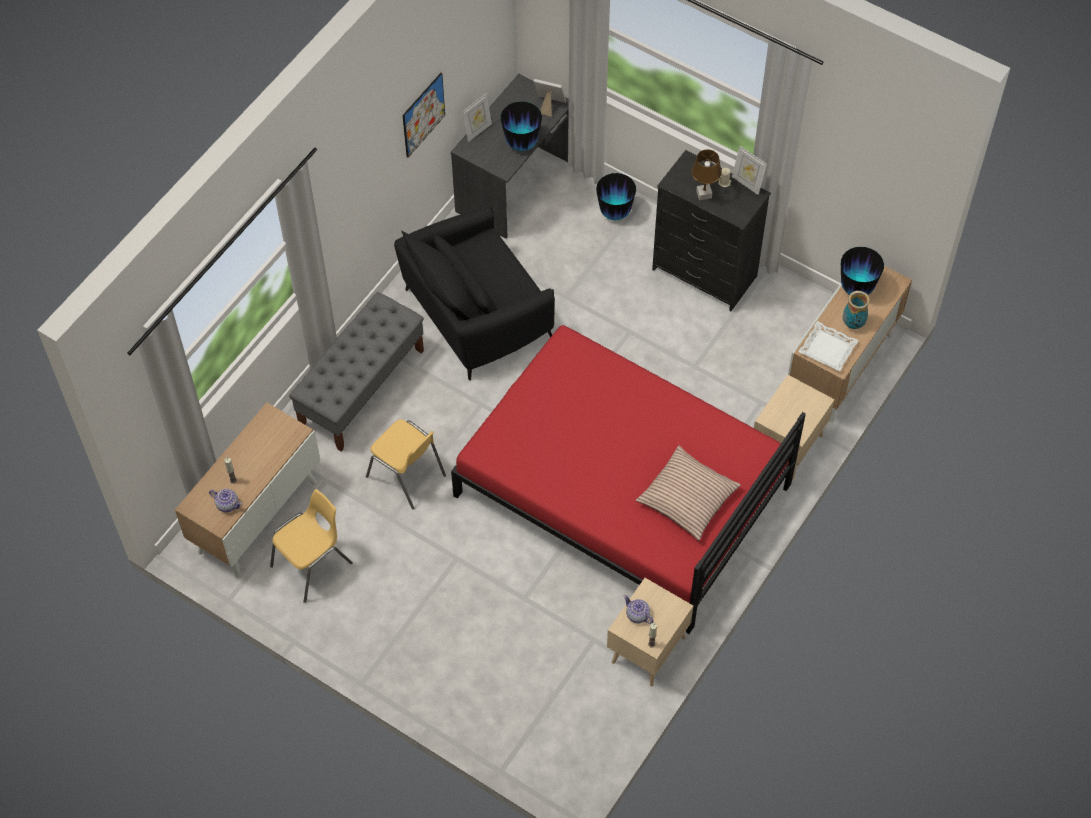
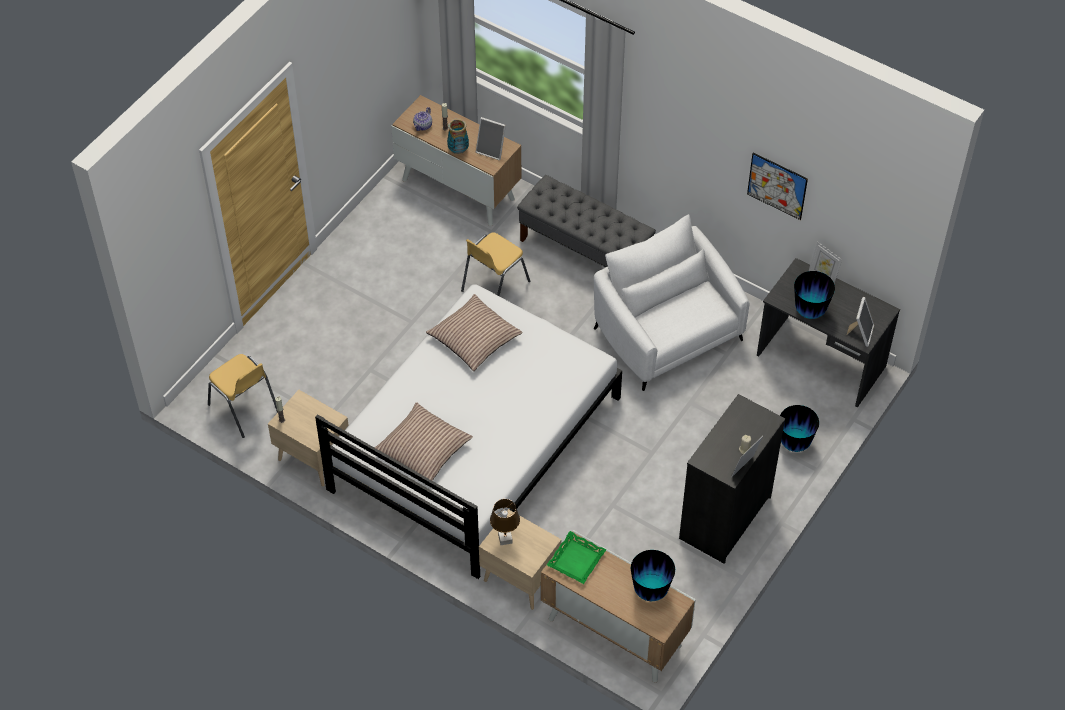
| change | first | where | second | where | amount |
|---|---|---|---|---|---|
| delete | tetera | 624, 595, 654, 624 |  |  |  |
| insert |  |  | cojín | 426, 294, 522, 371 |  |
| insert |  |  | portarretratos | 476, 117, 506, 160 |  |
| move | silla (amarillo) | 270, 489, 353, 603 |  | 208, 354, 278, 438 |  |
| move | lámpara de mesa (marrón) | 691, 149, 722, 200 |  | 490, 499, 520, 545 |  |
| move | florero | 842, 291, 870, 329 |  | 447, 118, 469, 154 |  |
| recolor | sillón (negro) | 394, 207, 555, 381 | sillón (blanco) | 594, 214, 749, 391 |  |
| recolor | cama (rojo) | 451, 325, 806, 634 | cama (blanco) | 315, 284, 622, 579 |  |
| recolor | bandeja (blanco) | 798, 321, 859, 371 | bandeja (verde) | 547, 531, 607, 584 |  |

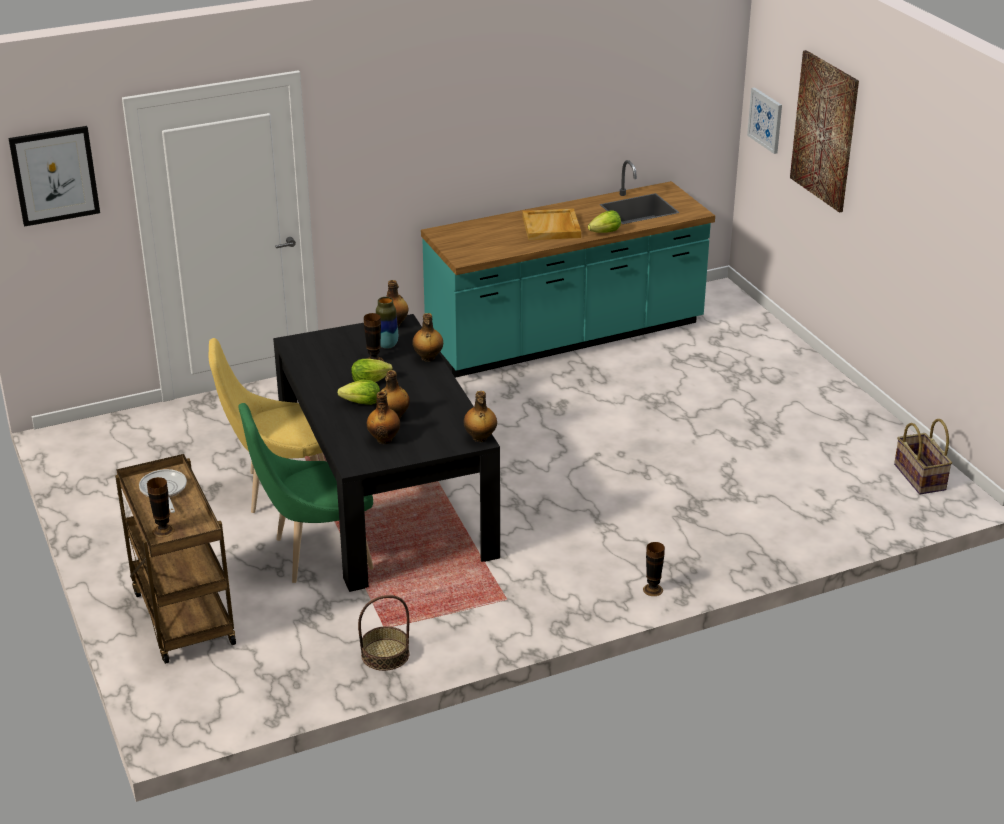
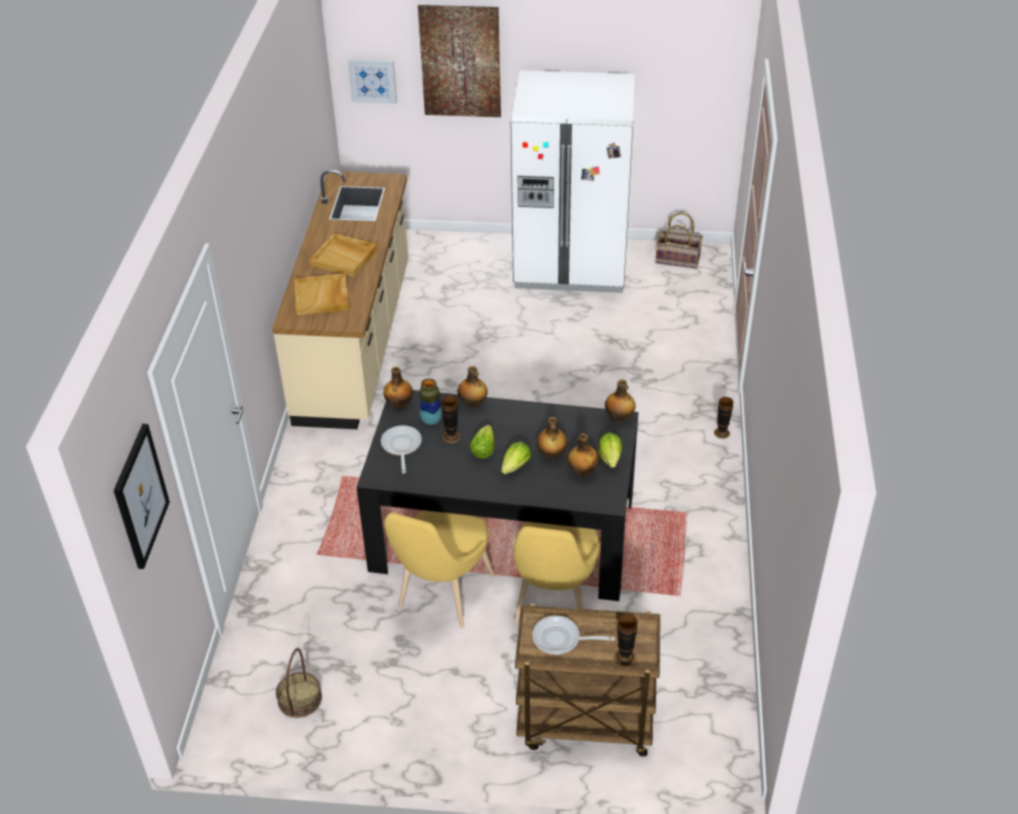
| change | first | where | second | where | amount |
|---|---|---|---|---|---|
| insert |  |  | bandeja (beis) | 294, 273, 349, 315 |  |
| insert |  |  | sartén | 381, 425, 422, 474 |  |
| insert |  |  | nevera (blanco) | 511, 70, 635, 293 |  |
| move | cesta | 358, 595, 410, 671 |  | 276, 648, 322, 718 |  |
| move | lechuga | 588, 210, 621, 233 |  | 598, 433, 622, 468 |  |
| recolor | silla (verde) | 238, 403, 374, 583 | silla (amarillo) | 513, 522, 600, 624 |  |
| recolor | mueble bajo de cocina (turquesa) | 421, 160, 715, 378 | mueble bajo de cocina (beis) | 272, 170, 408, 429 |  |

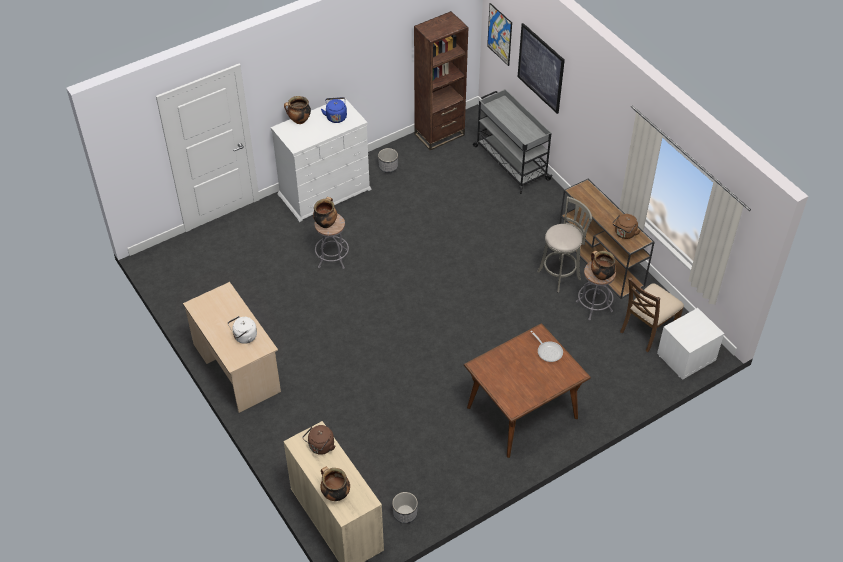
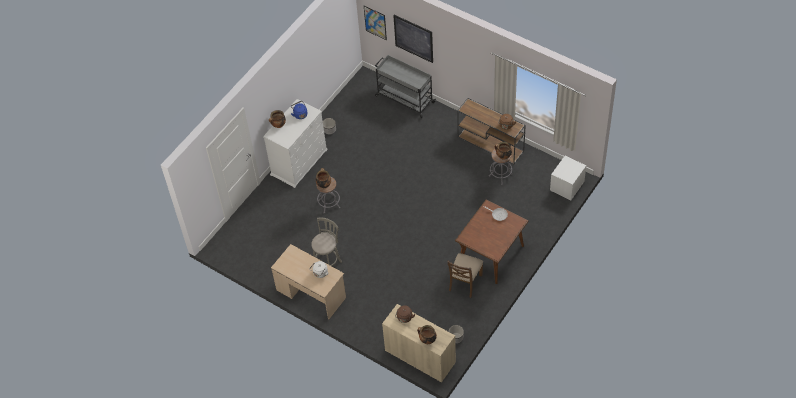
| change | first | where | second | where | amount |
|---|---|---|---|---|---|
| delete | estantería (marrón) | 414, 11, 468, 150 |  |  |  |
| move | taburete (gris) | 537, 196, 592, 293 |  | 311, 217, 342, 266 |  |
| move | silla (marrón) | 620, 277, 684, 352 |  | 447, 253, 483, 298 |  |

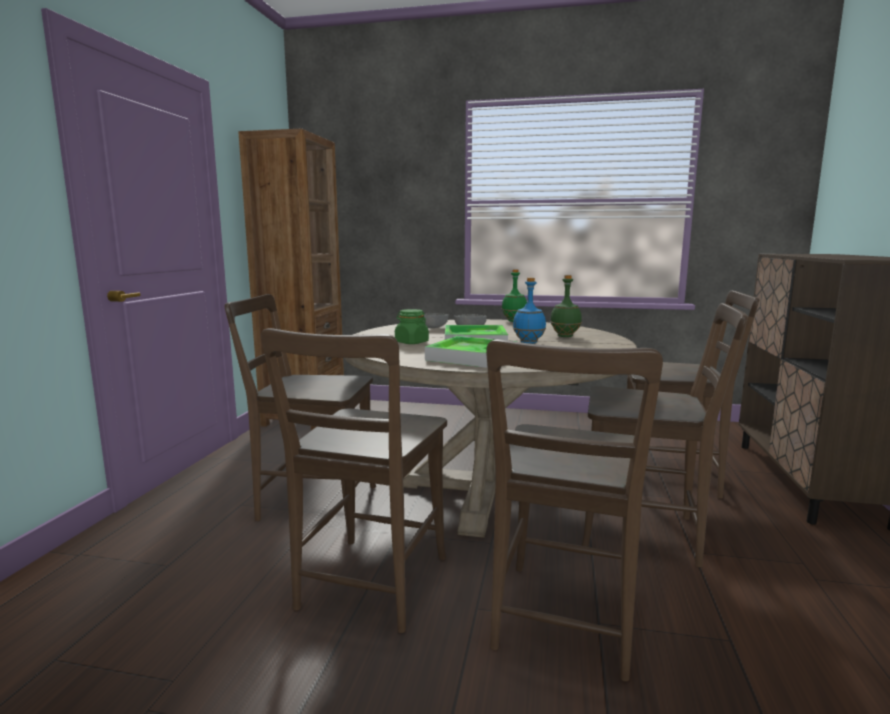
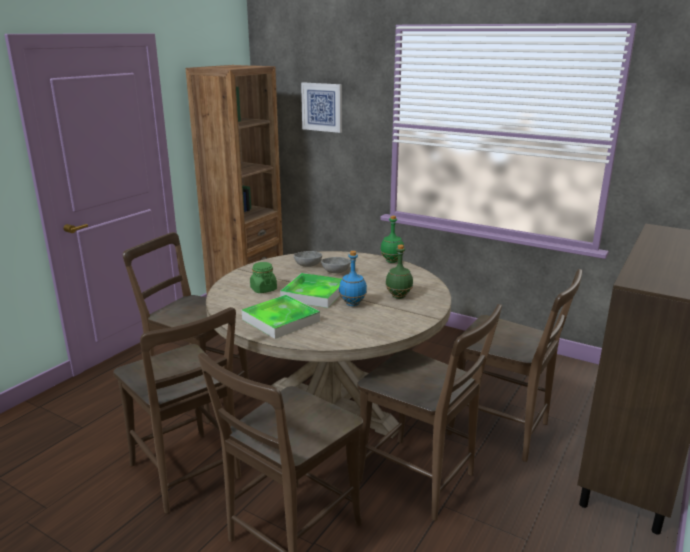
| change | first | where | second | where | amount |
|---|---|---|---|---|---|
| insert |  |  | cuadro | 301, 82, 342, 133 |  |
| rotate | silla (marrón) | 261, 328, 447, 633 |  | 113, 307, 241, 513 | 75 degrees counterclockwise |

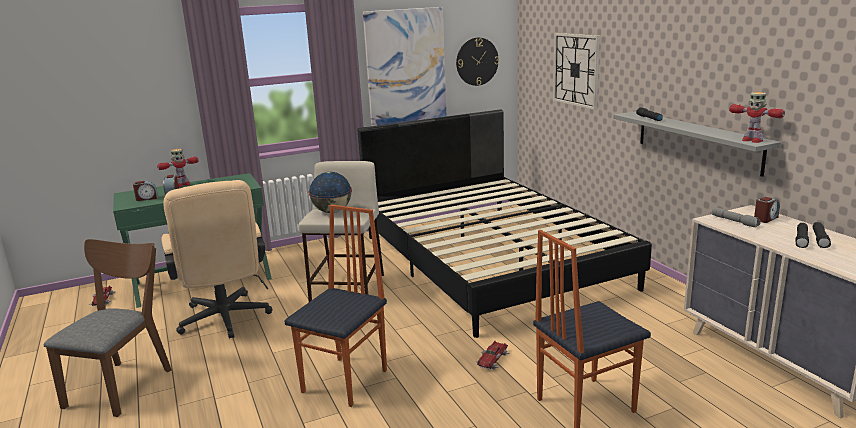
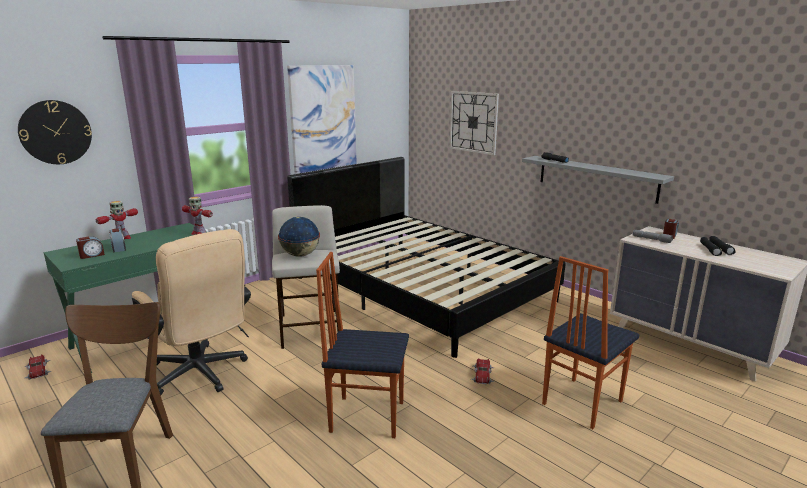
| change | first | where | second | where | amount |
|---|---|---|---|---|---|
| move | reloj de pared | 456, 38, 499, 86 |  | 18, 100, 92, 164 |  |
| move | robot de juguete | 729, 92, 785, 143 |  | 182, 197, 213, 235 |  |
| rotate | silla | 284, 205, 387, 407 |  | 316, 252, 409, 438 | 90 degrees counterclockwise |

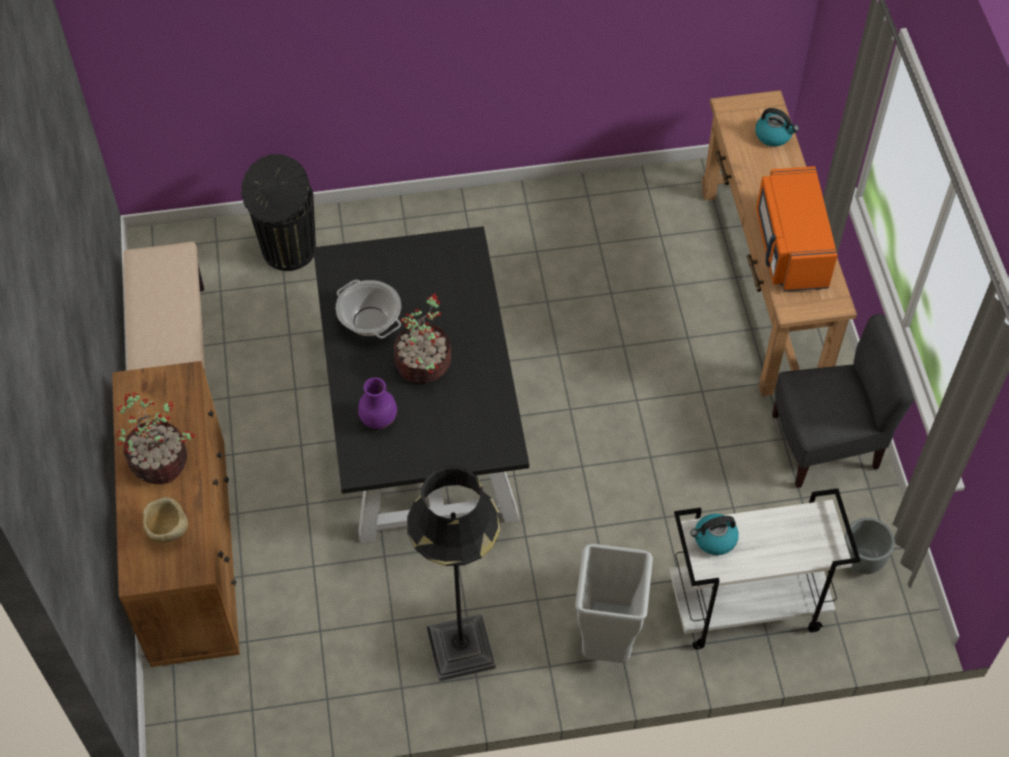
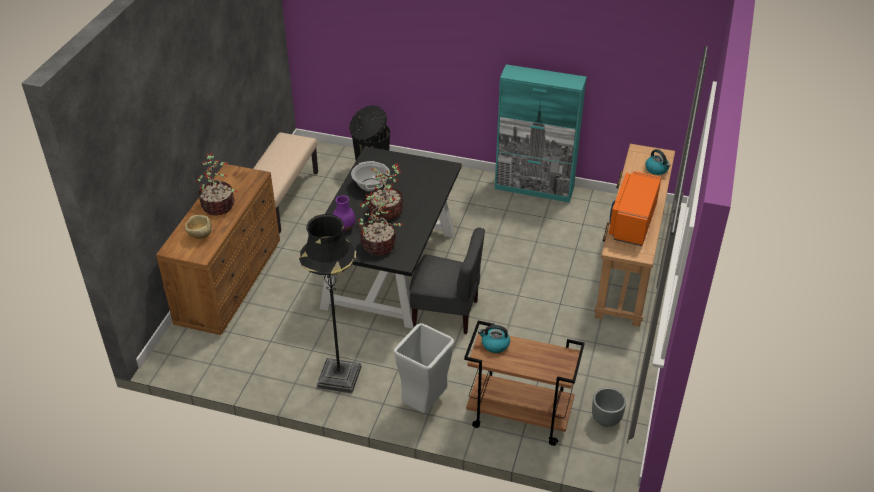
| change | first | where | second | where | amount |
|---|---|---|---|---|---|
| insert |  |  | planta en maceta | 358, 192, 404, 256 |  |
| insert |  |  | armario (turquesa) | 495, 64, 587, 203 |  |
| move | silla (gris) | 772, 314, 915, 488 |  | 409, 228, 485, 334 |  |
| recolor | carrito (blanco) | 670, 488, 861, 649 | carrito (marrón) | 464, 321, 585, 446 |  |

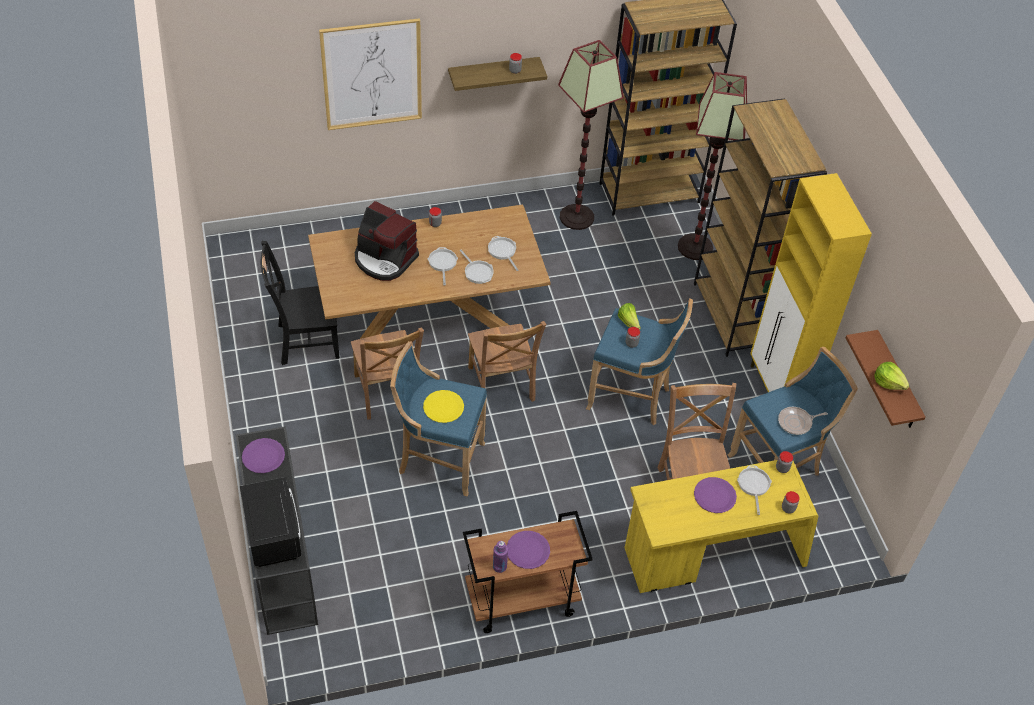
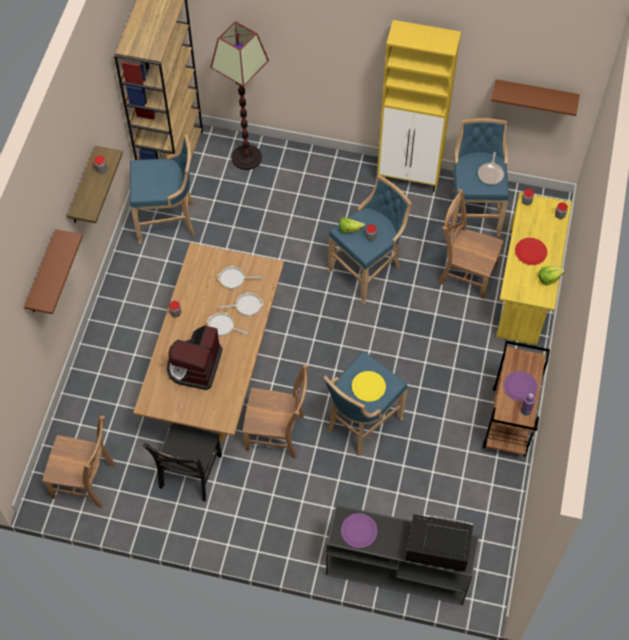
| change | first | where | second | where | amount |
|---|---|---|---|---|---|
| delete | estantería (marrón) | 694, 98, 827, 357 |  |  |  |
| delete | sartén | 737, 465, 772, 515 |  |  |  |
| move | silla (marrón) | 468, 321, 547, 402 |  | 42, 416, 115, 509 |  |
| move | lechuga | 874, 362, 910, 390 |  | 538, 266, 565, 286 |  |
| replace | cuadro | 319, 18, 422, 130 | estante (marrón) | 24, 229, 83, 314 |  |
| replace | lámpara de pie | 558, 40, 624, 230 | taburete (azul) | 130, 135, 195, 244 |  |
| recolor | plato (morado) | 694, 477, 737, 513 | plato (rojo) | 515, 238, 547, 265 |  |
| rotate | cafetera | 355, 201, 419, 281 |  | 167, 325, 223, 390 | 135 degrees clockwise |

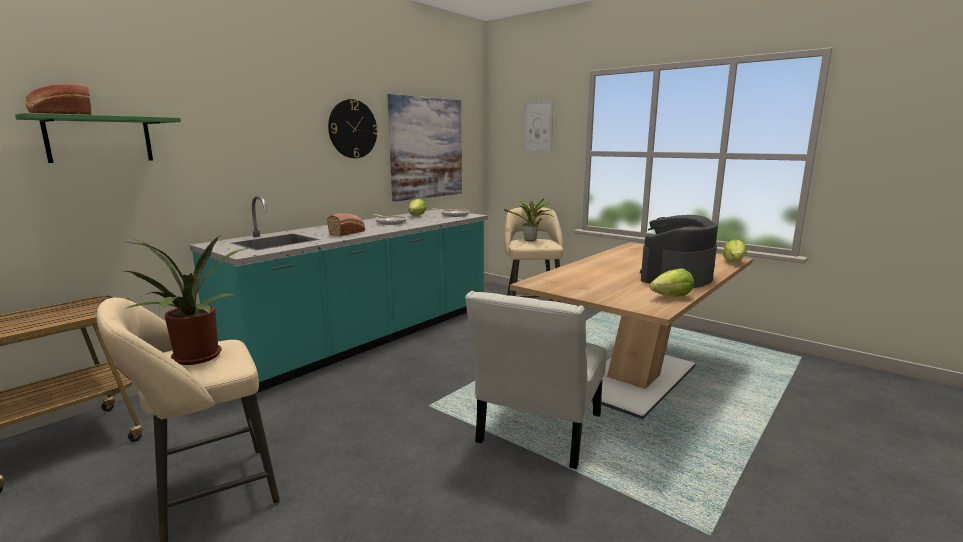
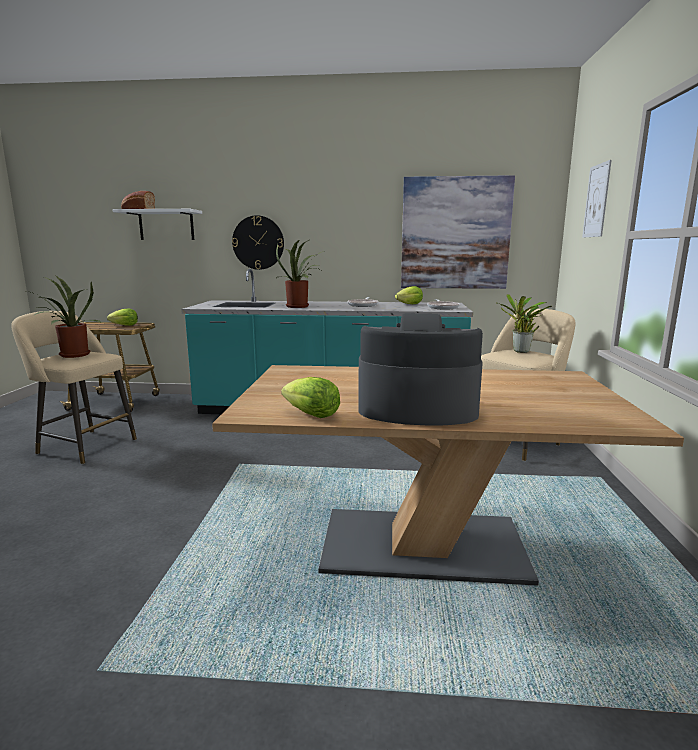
| change | first | where | second | where | amount |
|---|---|---|---|---|---|
| delete | silla (blanco) | 465, 291, 606, 469 |  |  |  |
| move | reloj de pared | 328, 99, 378, 158 |  | 232, 215, 284, 270 |  |
| move | lechuga | 723, 239, 747, 262 |  | 107, 309, 138, 326 |  |
| replace | pan | 327, 213, 365, 236 | planta en maceta | 276, 239, 321, 308 |  |
| recolor | estante (verde) | 15, 113, 181, 163 | estante (blanco) | 112, 209, 202, 240 |  |

